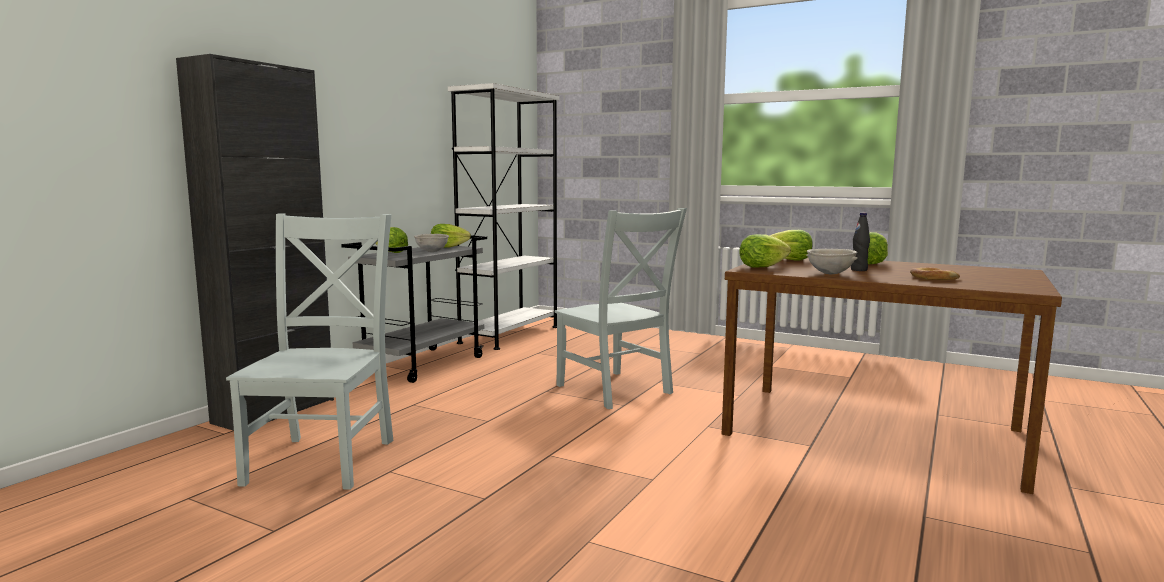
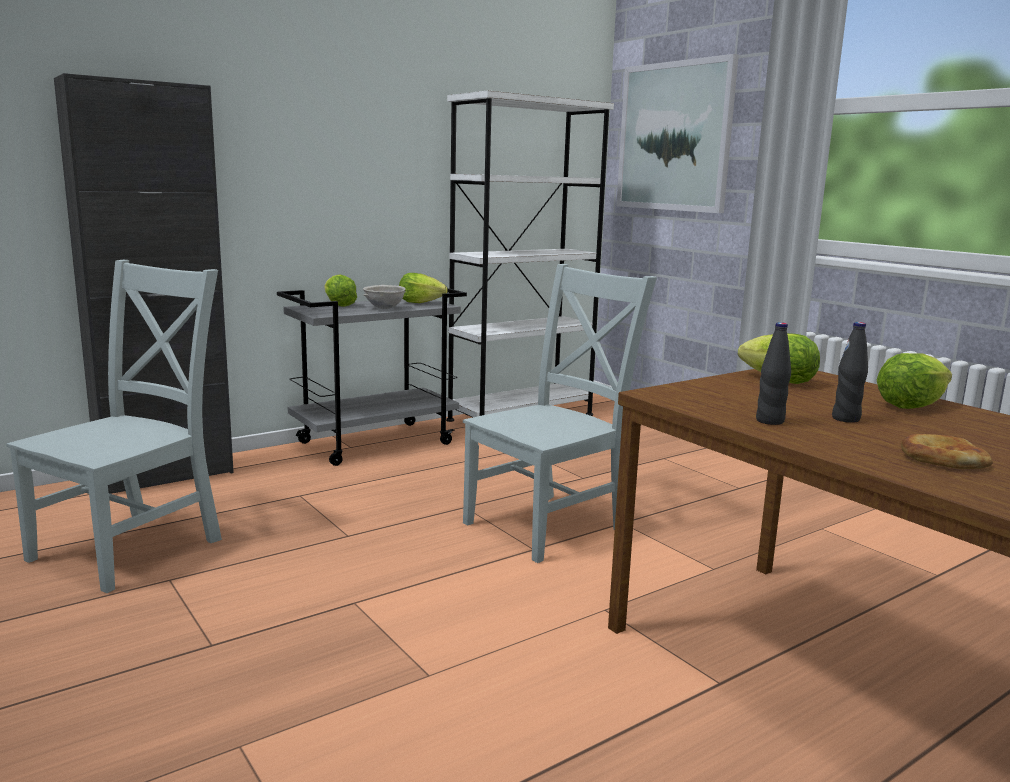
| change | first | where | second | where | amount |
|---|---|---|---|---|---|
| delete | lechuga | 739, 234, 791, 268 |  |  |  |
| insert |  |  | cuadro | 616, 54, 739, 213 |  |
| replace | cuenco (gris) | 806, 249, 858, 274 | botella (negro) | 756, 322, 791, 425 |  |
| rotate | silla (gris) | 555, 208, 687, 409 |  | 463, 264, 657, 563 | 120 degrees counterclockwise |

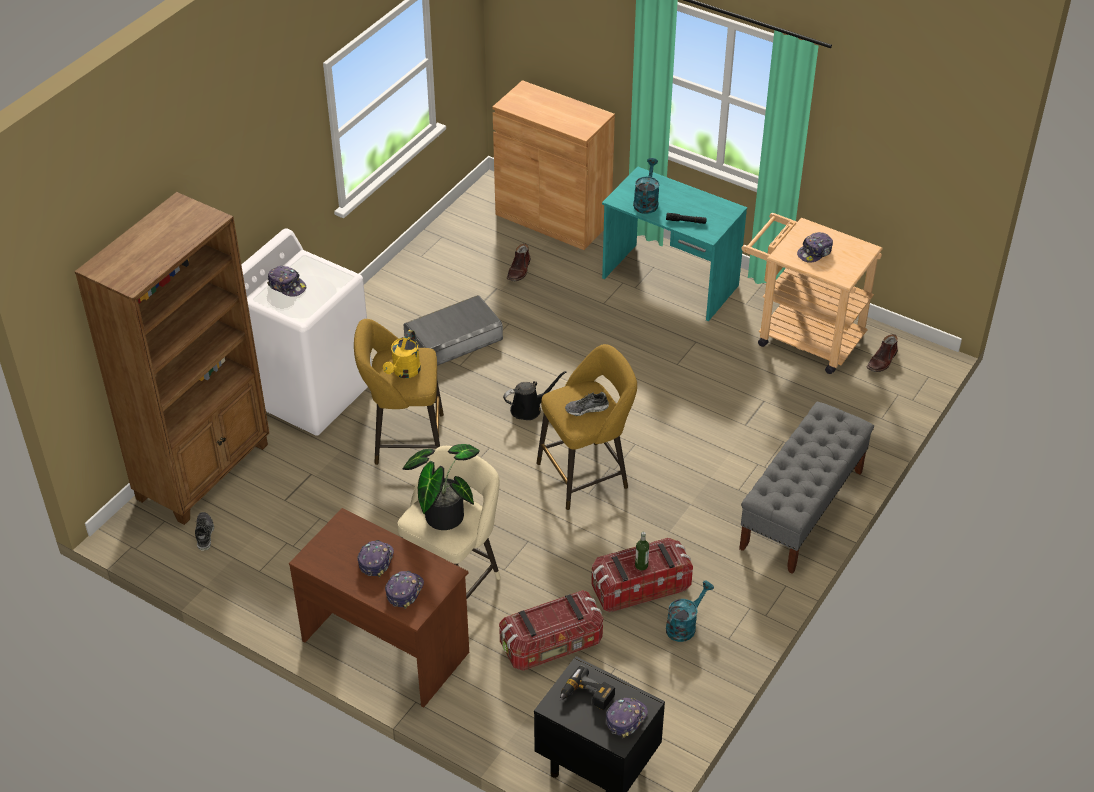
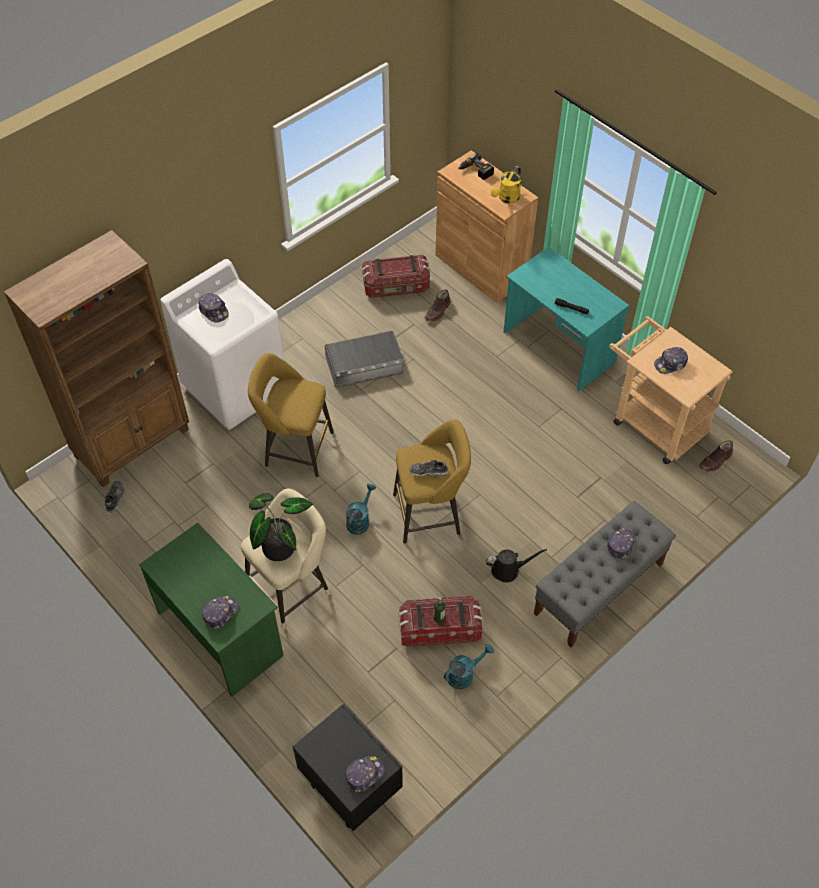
| change | first | where | second | where | amount |
|---|---|---|---|---|---|
| move | gorra | 357, 540, 394, 577 |  | 607, 528, 636, 560 |  |
| move | regadera (amarillo) | 383, 330, 421, 378 |  | 490, 166, 521, 204 |  |
| move | caja de almacenaje | 499, 590, 603, 671 |  | 362, 255, 430, 298 |  |
| move | regadera (negro) | 503, 371, 567, 420 |  | 486, 549, 547, 583 |  |
| move | taladro | 559, 665, 615, 710 |  | 458, 153, 494, 180 |  |
| move | regadera (turquesa) | 633, 158, 660, 214 |  | 346, 484, 376, 535 |  |
| recolor | escritorio (marrón) | 289, 508, 469, 707 | escritorio (verde) | 139, 523, 284, 697 |  |

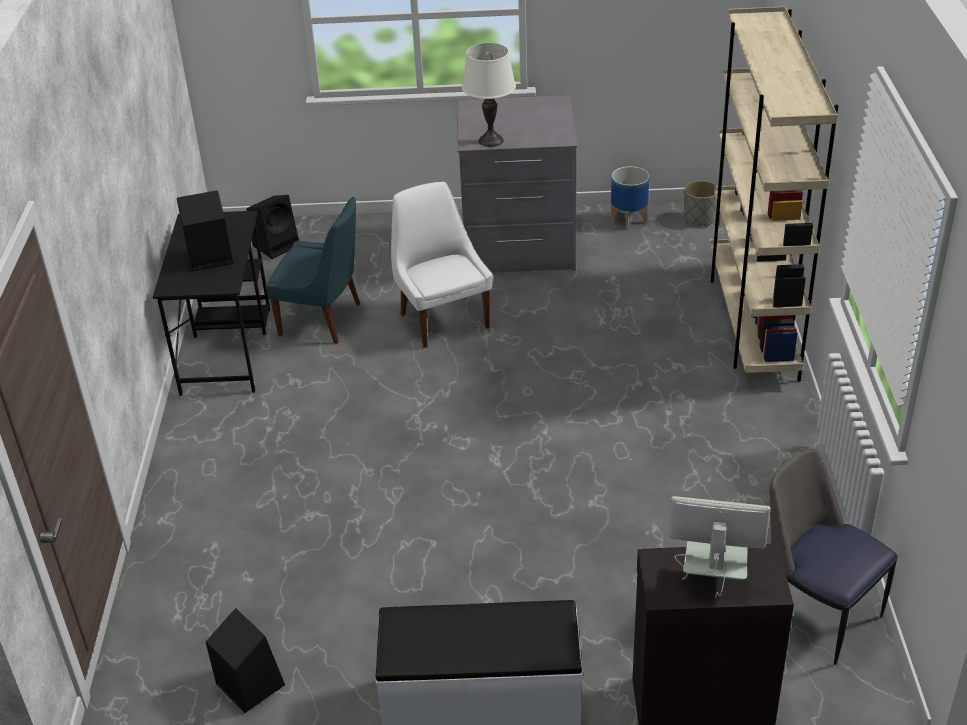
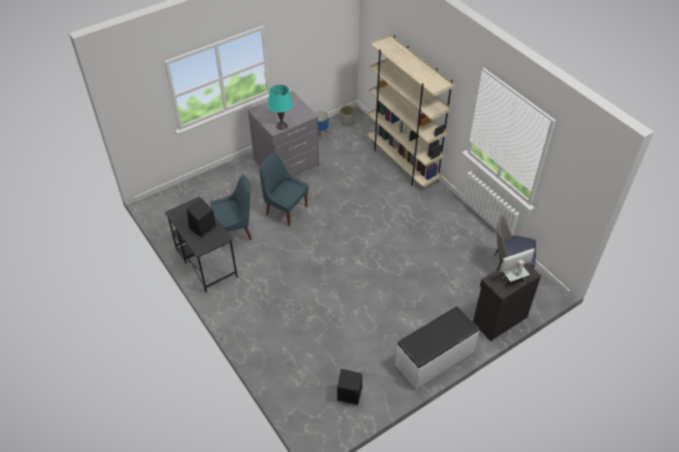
| change | first | where | second | where | amount |
|---|---|---|---|---|---|
| delete | altavoz (negro) | 246, 195, 299, 259 |  |  |  |
| recolor | silla (blanco) | 391, 182, 493, 348 | silla (azul) | 259, 153, 309, 226 |  |
| recolor | lámpara de mesa (blanco) | 462, 43, 516, 147 | lámpara de mesa (turquesa) | 268, 85, 293, 130 |  |

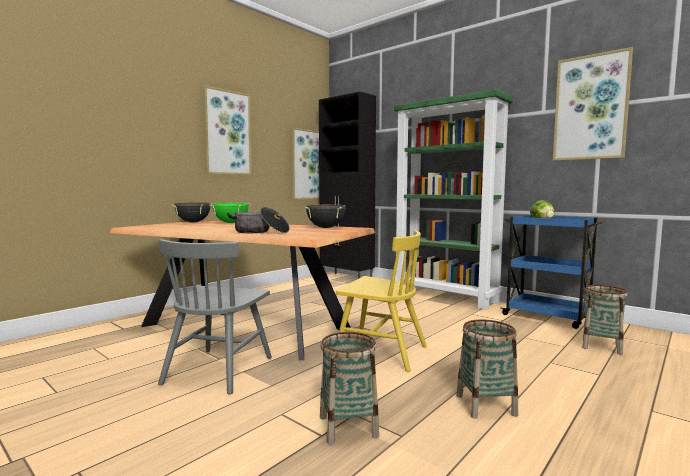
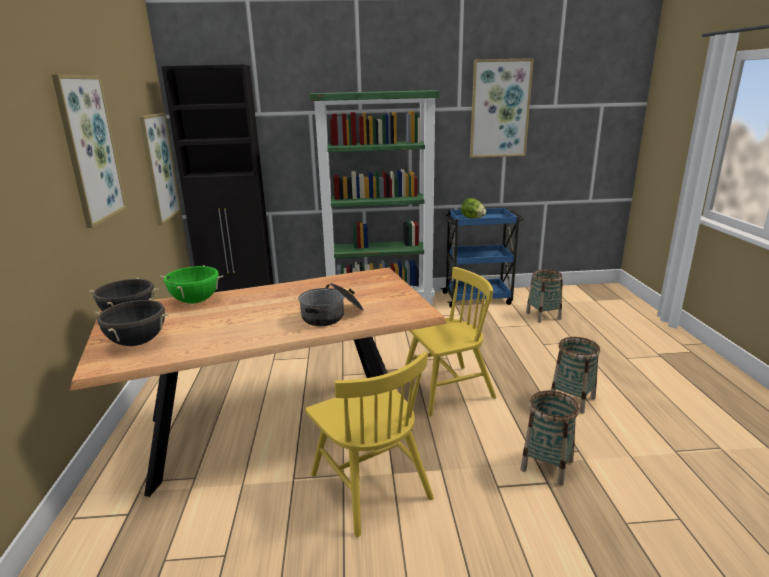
| change | first | where | second | where | amount |
|---|---|---|---|---|---|
| move | olla (negro) | 305, 205, 346, 228 |  | 95, 298, 168, 346 |  |
| recolor | silla (gris) | 158, 239, 272, 394 | silla (amarillo) | 305, 351, 434, 537 |  |

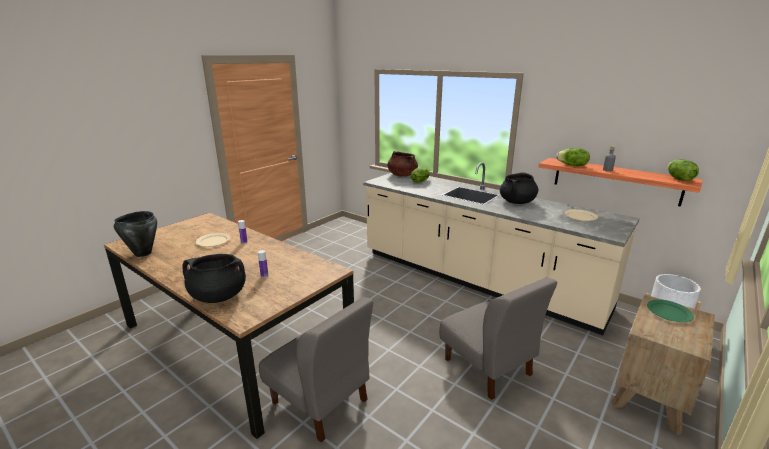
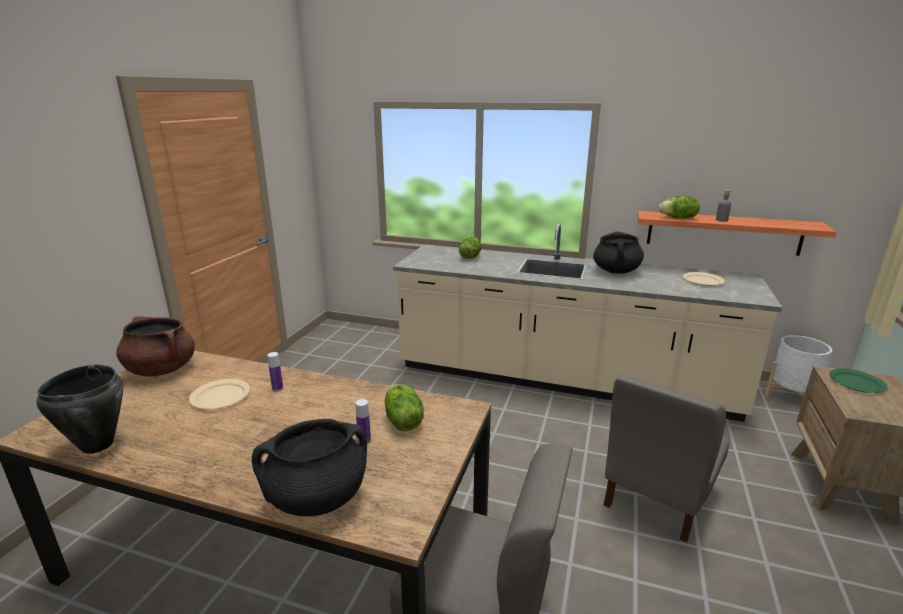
| change | first | where | second | where | amount |
|---|---|---|---|---|---|
| move | olla (marrón) | 387, 151, 418, 177 |  | 116, 316, 195, 377 |  |
| move | lechuga | 667, 159, 699, 181 |  | 385, 384, 424, 431 |  |
| rotate | silla (gris) | 439, 278, 557, 400 |  | 604, 374, 729, 543 | 90 degrees clockwise |

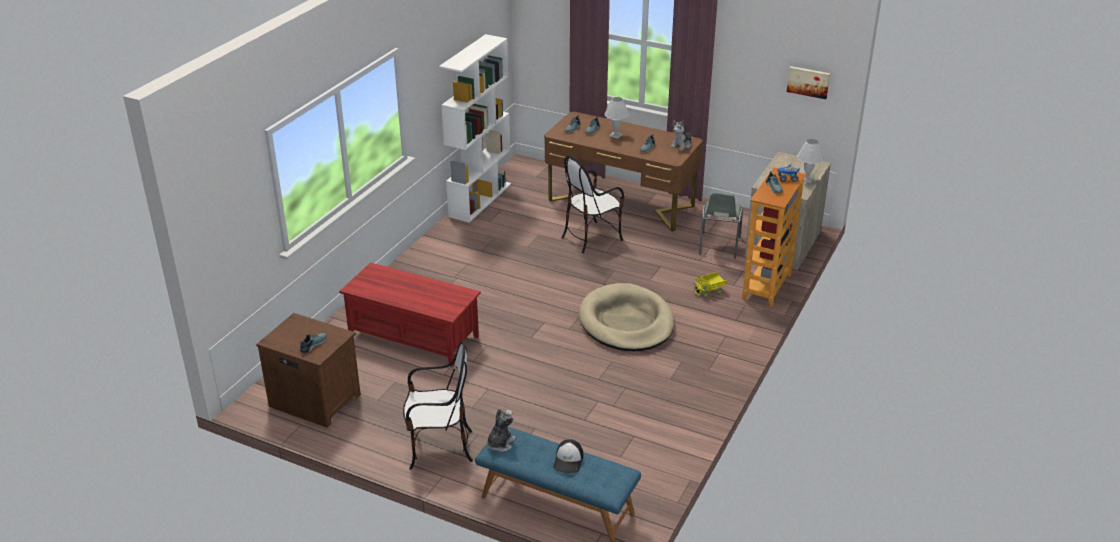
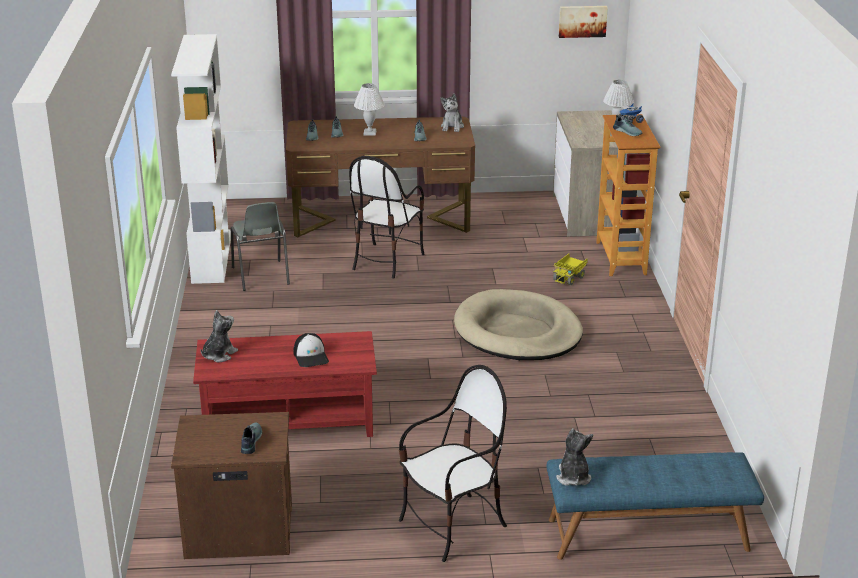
| change | first | where | second | where | amount |
|---|---|---|---|---|---|
| insert |  |  | peluche | 201, 310, 238, 362 |  |
| move | gorra | 553, 439, 584, 473 |  | 294, 333, 329, 367 |  |
| move | silla (gris) | 699, 193, 743, 259 |  | 231, 202, 290, 291 |  |

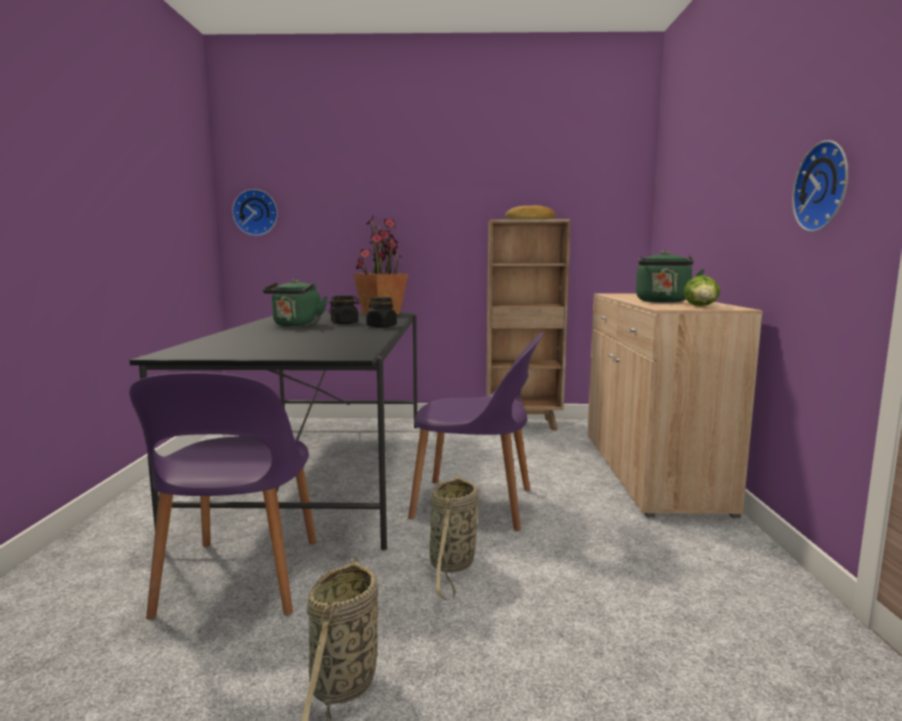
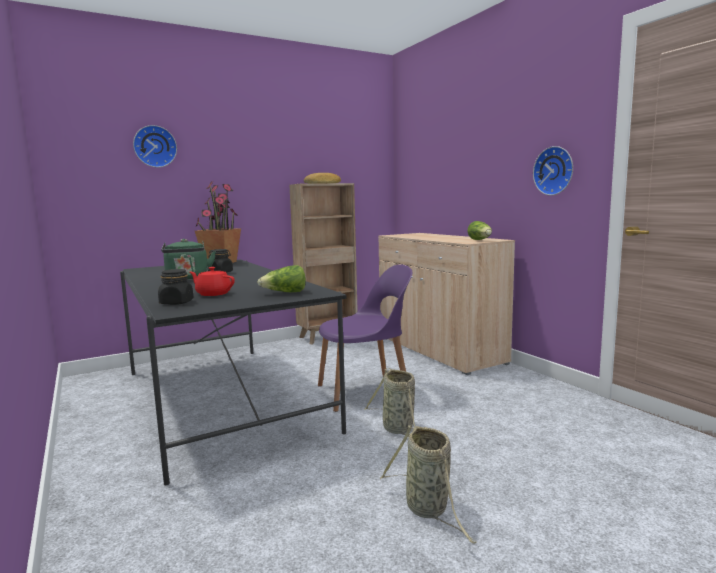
| change | first | where | second | where | amount |
|---|---|---|---|---|---|
| delete | silla (morado) | 129, 372, 316, 620 |  |  |  |
| delete | hervidor (verde) | 636, 251, 705, 303 |  |  |  |
| insert |  |  | tetera (rojo) | 190, 267, 235, 296 |  |
| insert |  |  | lechuga | 257, 265, 306, 292 |  |
| move | reloj de pared | 232, 189, 278, 236 |  | 133, 125, 177, 168 |  |
| move | tarro (negro) | 366, 297, 397, 328 |  | 158, 269, 194, 305 |  |

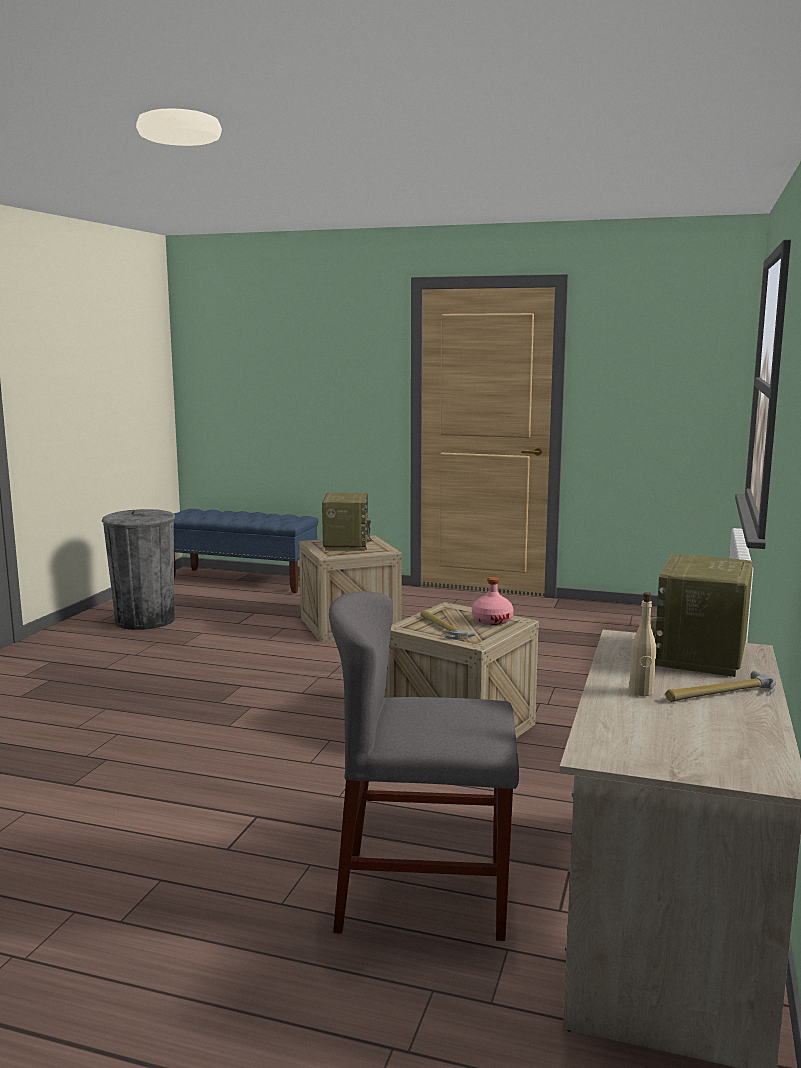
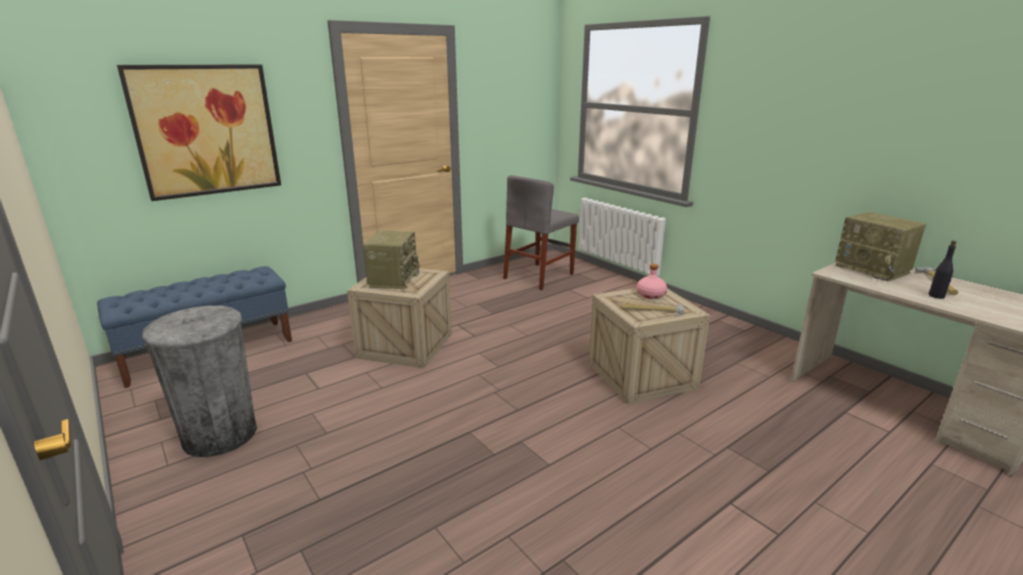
| change | first | where | second | where | amount |
|---|---|---|---|---|---|
| insert |  |  | cuadro | 117, 64, 281, 201 |  |
| move | silla (gris) | 329, 591, 519, 941 |  | 503, 175, 579, 290 |  |
| recolor | botella (beis) | 629, 592, 656, 696 | botella (negro) | 929, 240, 956, 299 |  |
| rotate | radio | 322, 493, 372, 551 |  | 363, 231, 419, 289 | 60 degrees clockwise |

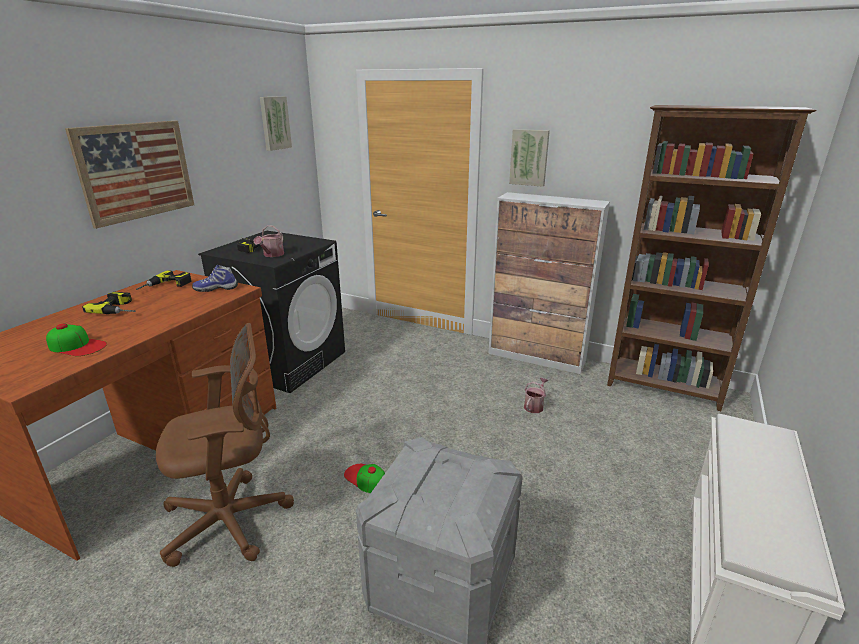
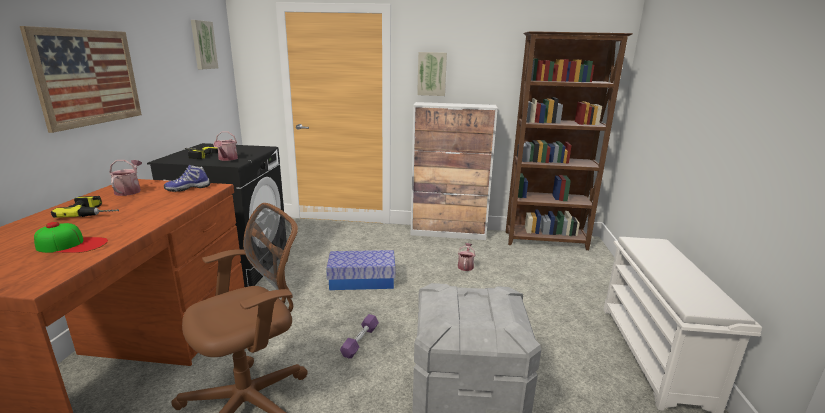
| change | first | where | second | where | amount |
|---|---|---|---|---|---|
| insert |  |  | caja de almacenaje | 326, 250, 395, 290 |  |
| replace | taladro | 136, 270, 191, 290 | regadera | 109, 160, 142, 196 |  |
| replace | gorra | 344, 464, 385, 493 | mancuerna (morado) | 340, 314, 379, 359 |  |

